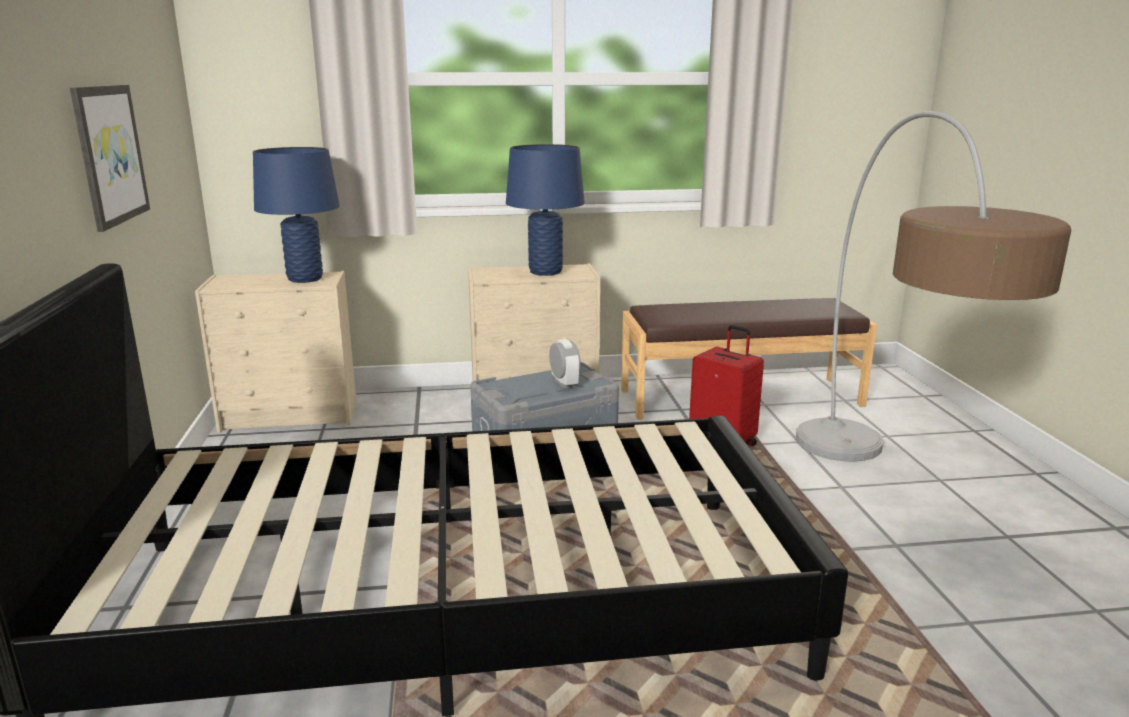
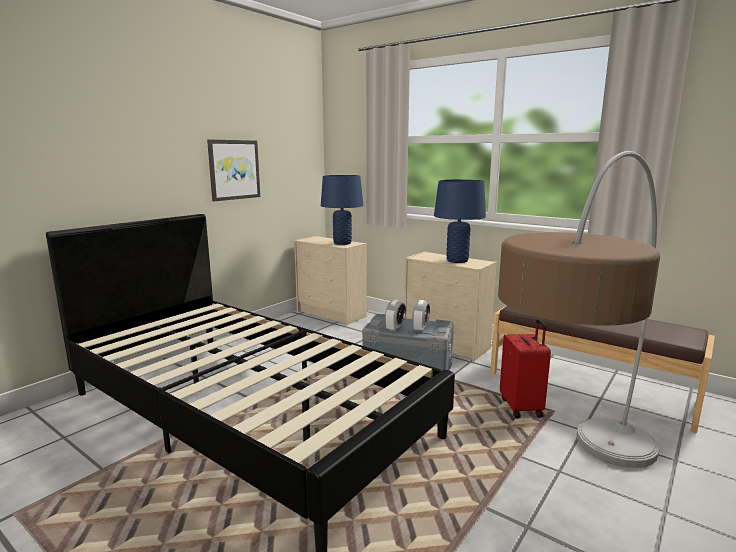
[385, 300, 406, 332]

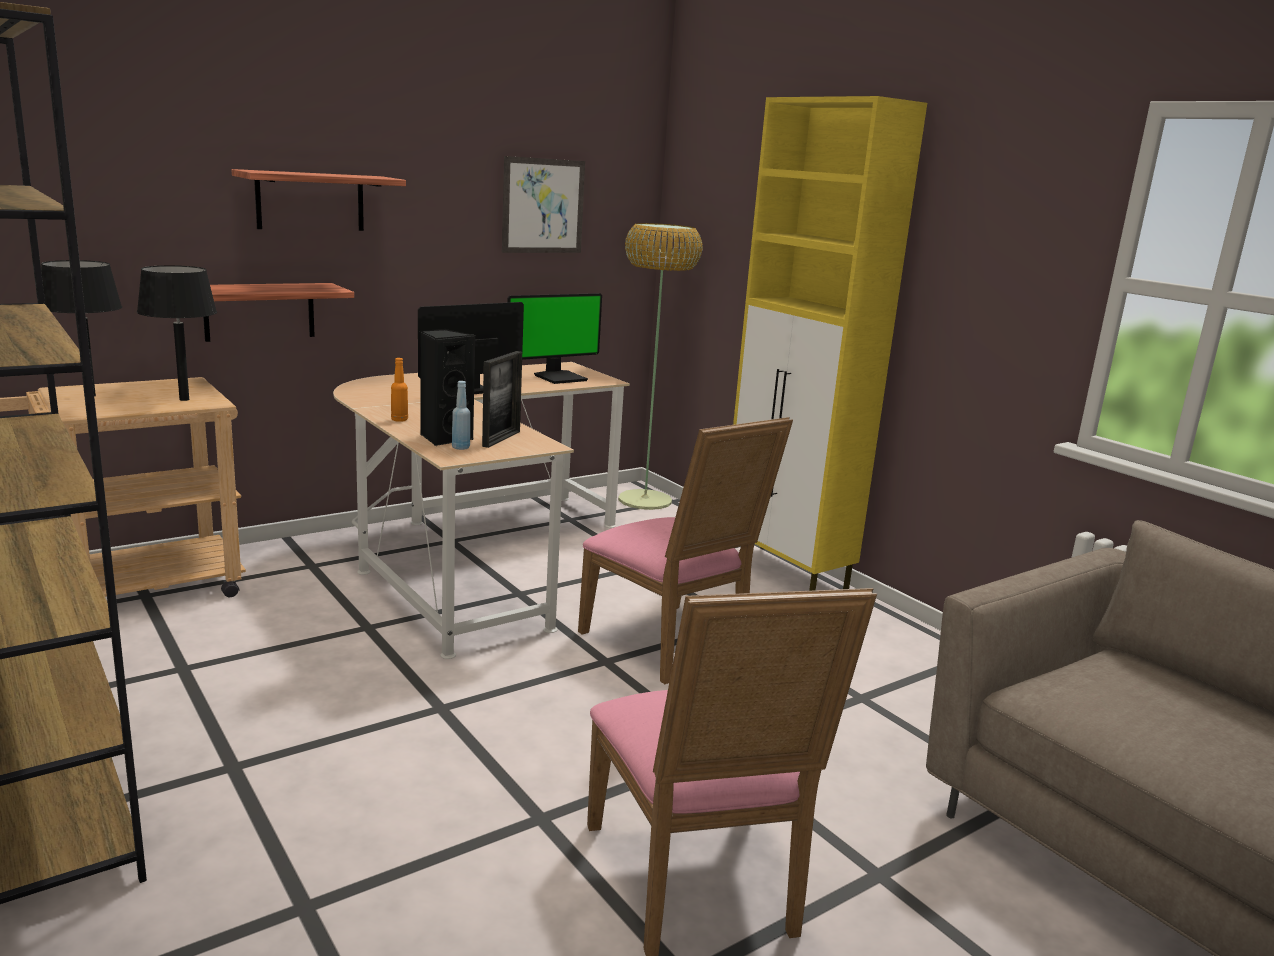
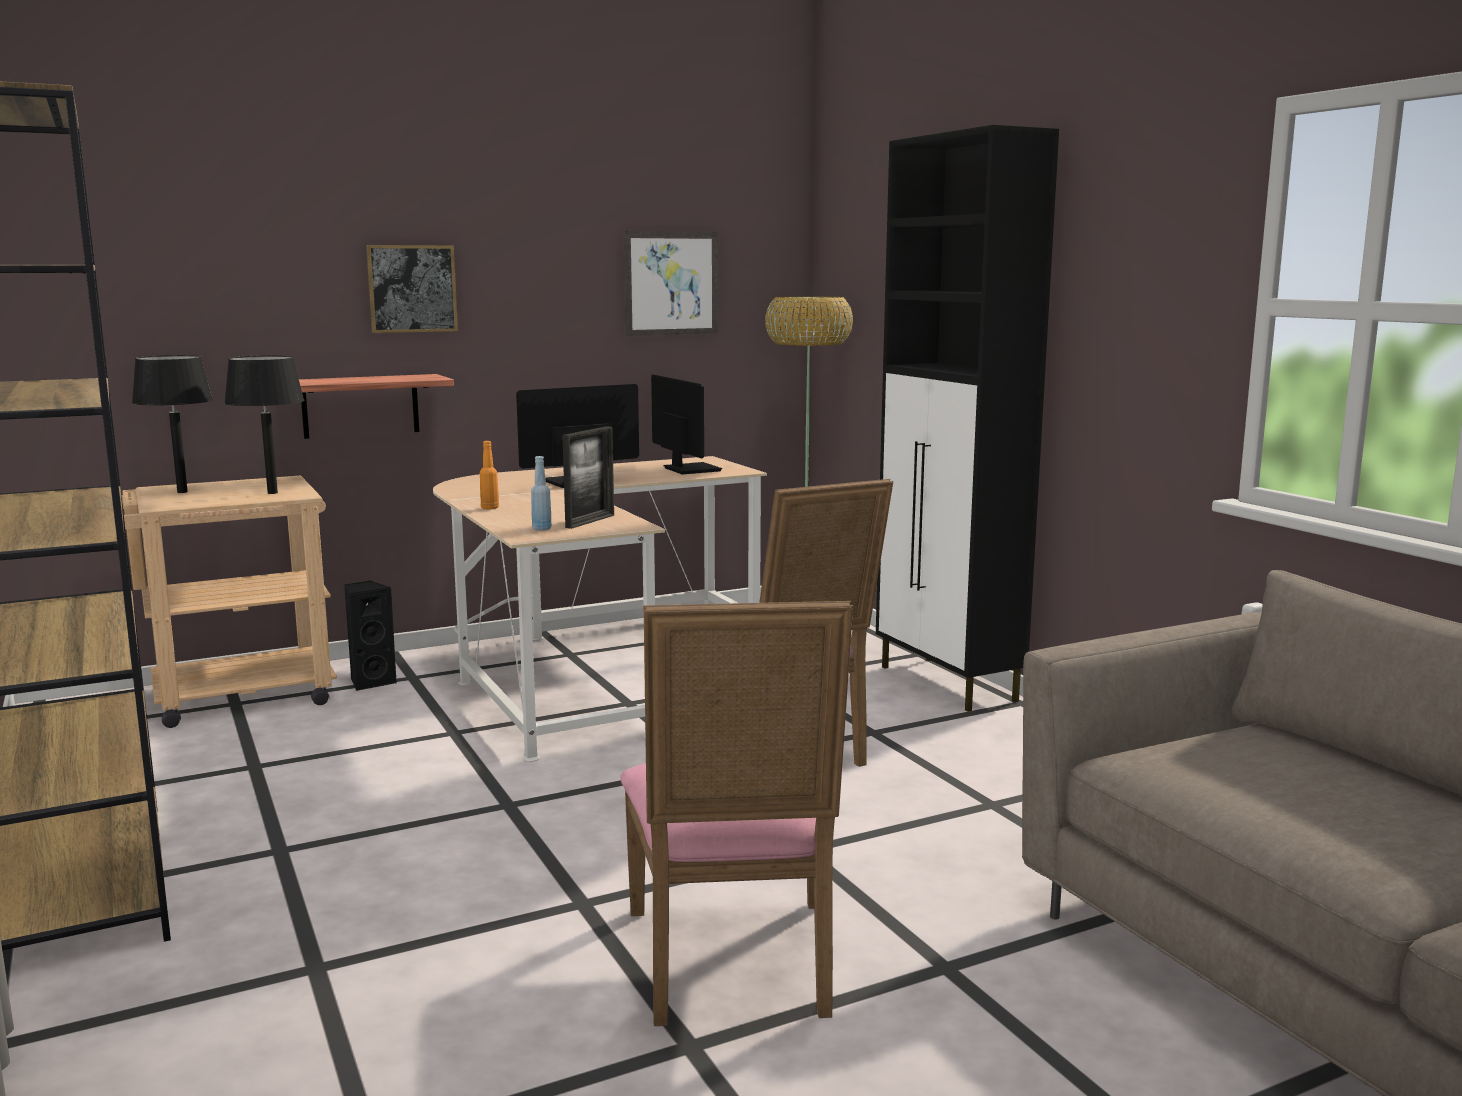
[876, 125, 1059, 712]
[366, 245, 458, 333]
[651, 374, 722, 475]
[344, 581, 397, 691]

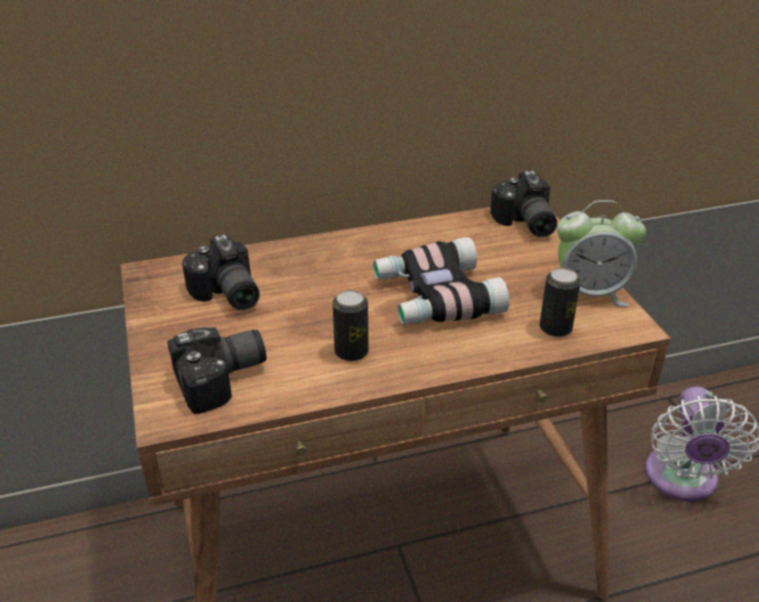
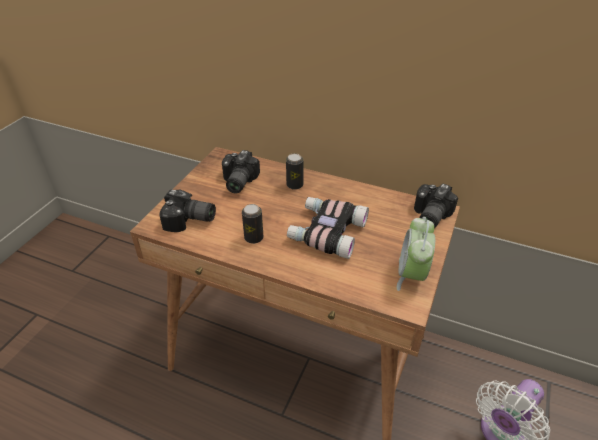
[397, 217, 435, 291]
[286, 153, 304, 190]

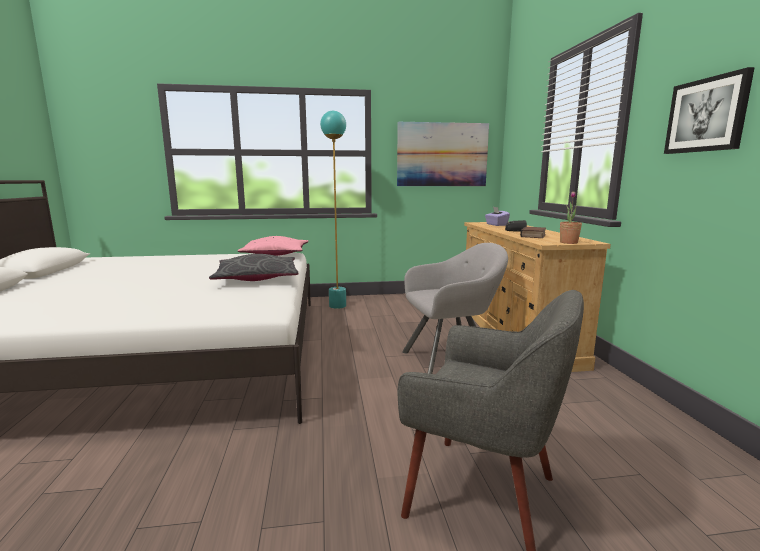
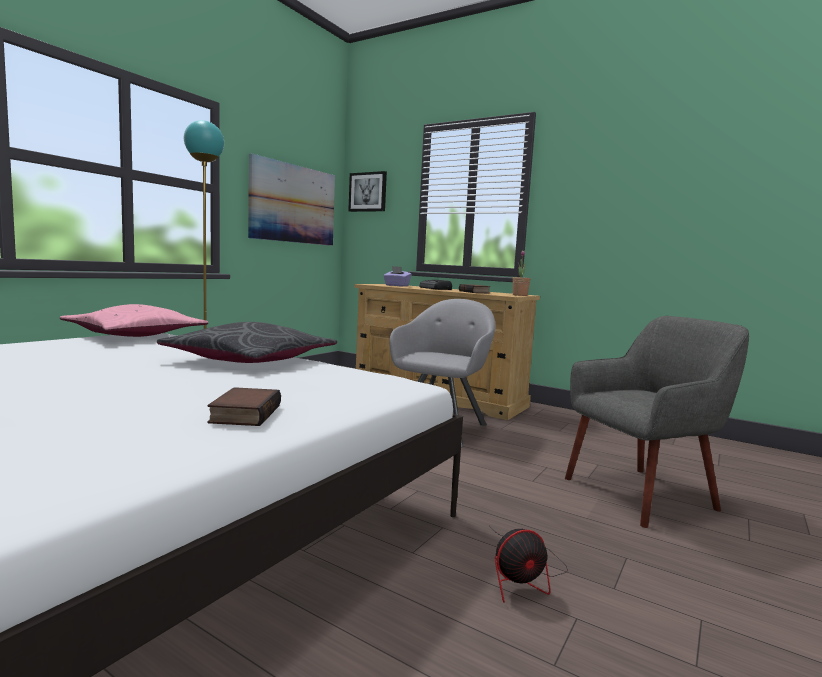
[348, 171, 387, 212]
[207, 387, 281, 426]
[491, 528, 568, 603]

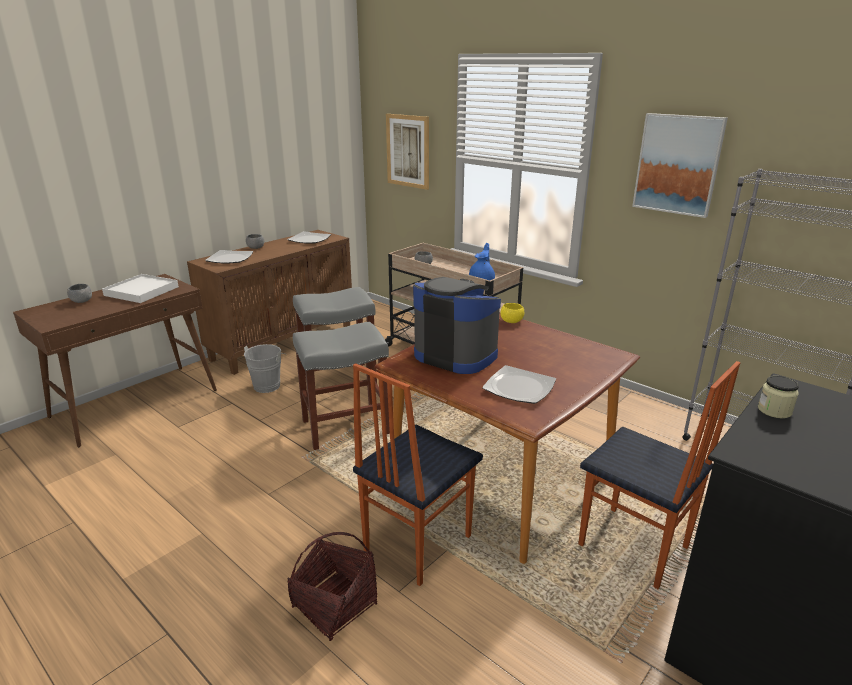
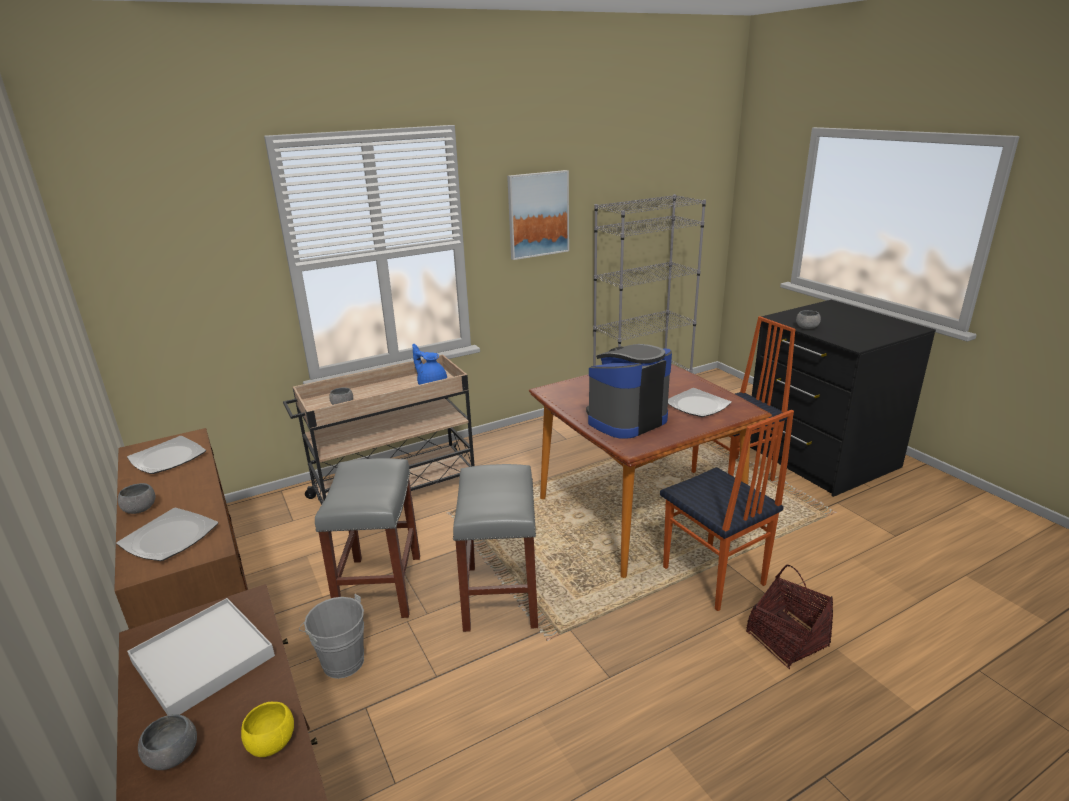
[386, 114, 429, 190] (first image)
[241, 702, 294, 757]
[796, 310, 821, 329]

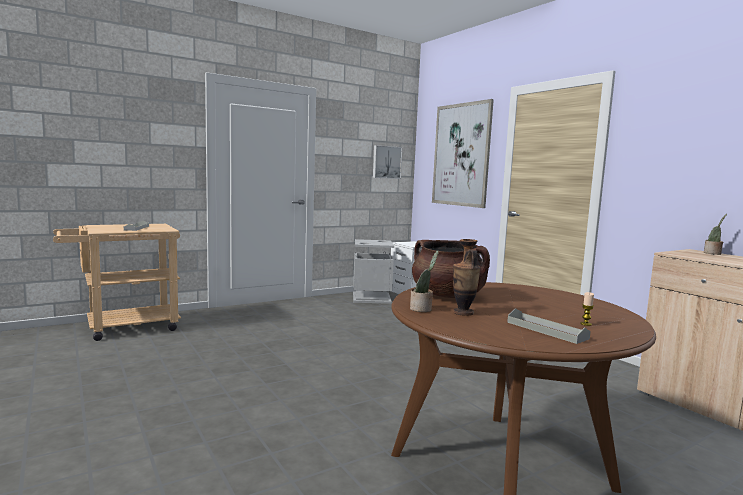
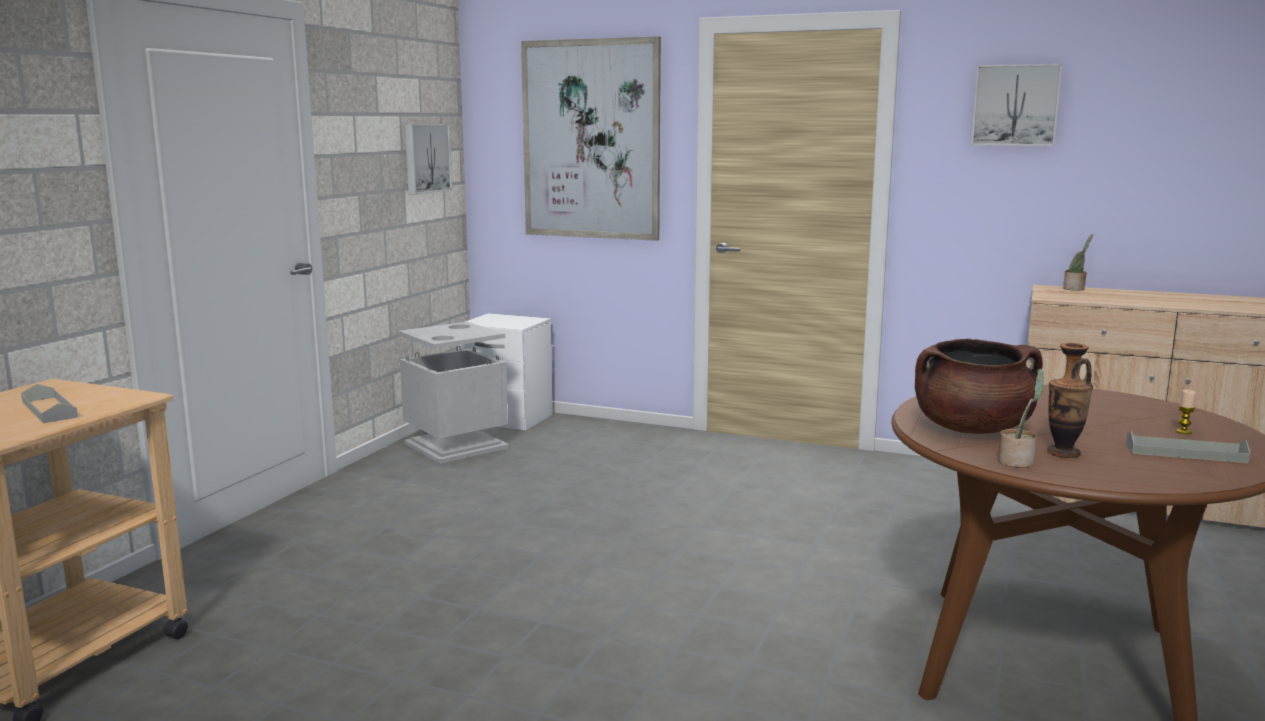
[971, 64, 1062, 146]

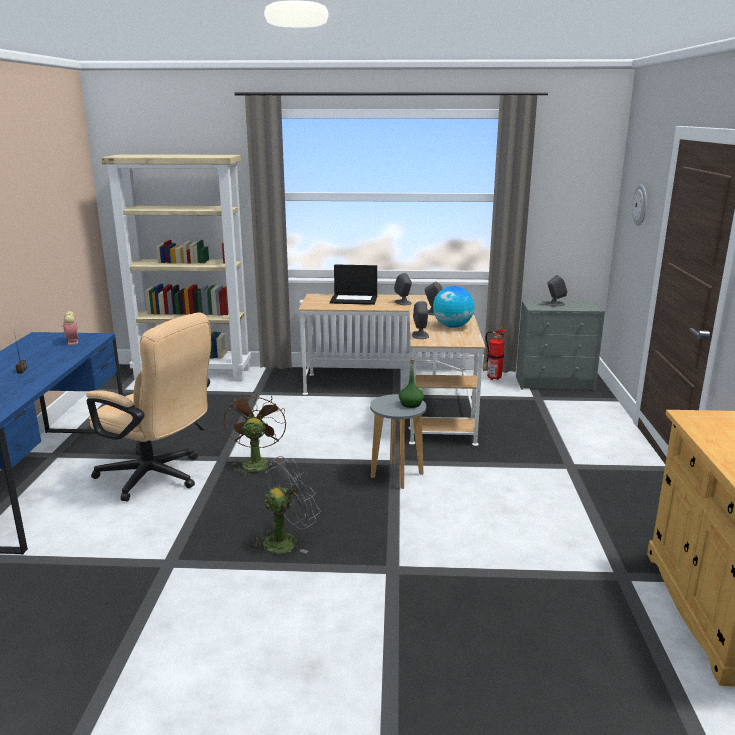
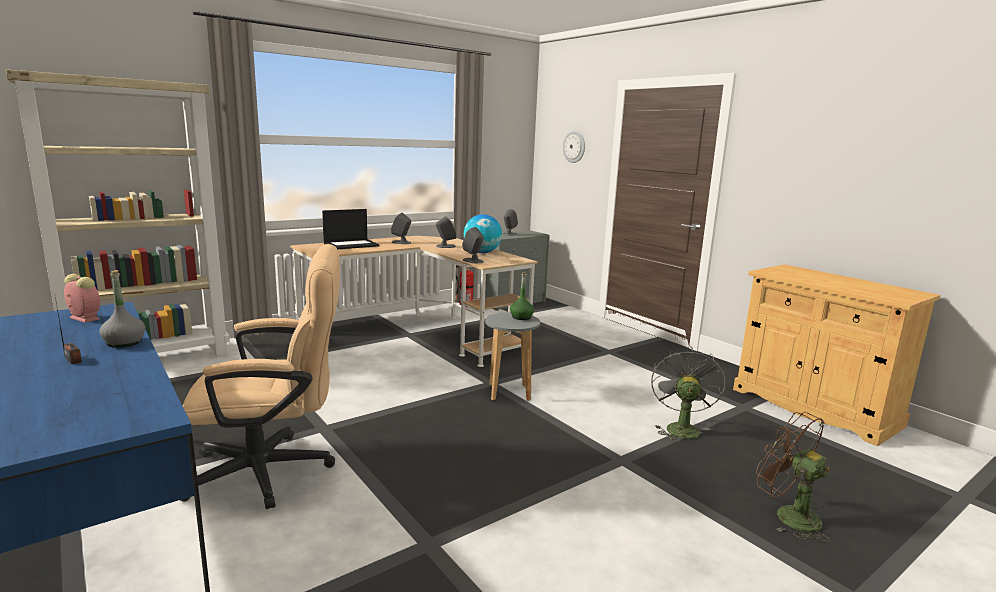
[756, 412, 830, 542]
[651, 346, 726, 443]
[99, 270, 145, 348]

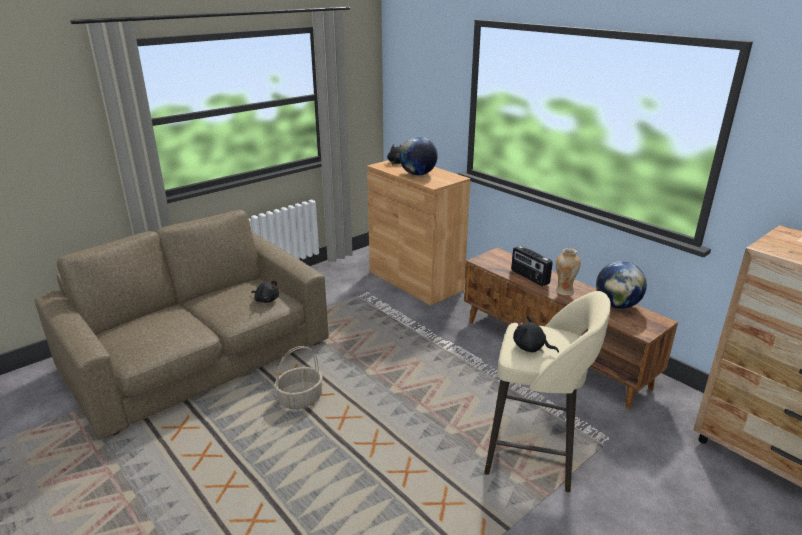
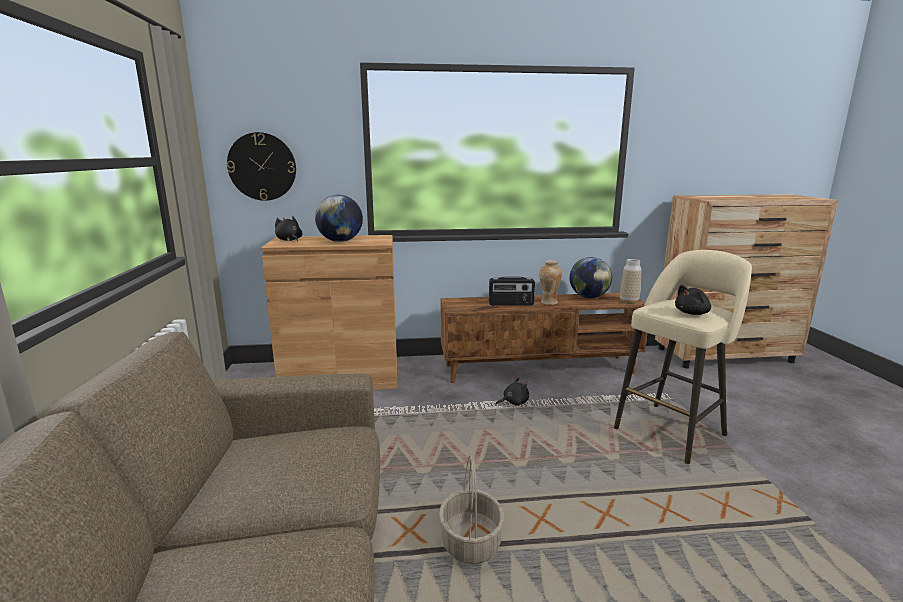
[496, 378, 529, 406]
[227, 132, 296, 201]
[620, 259, 641, 304]

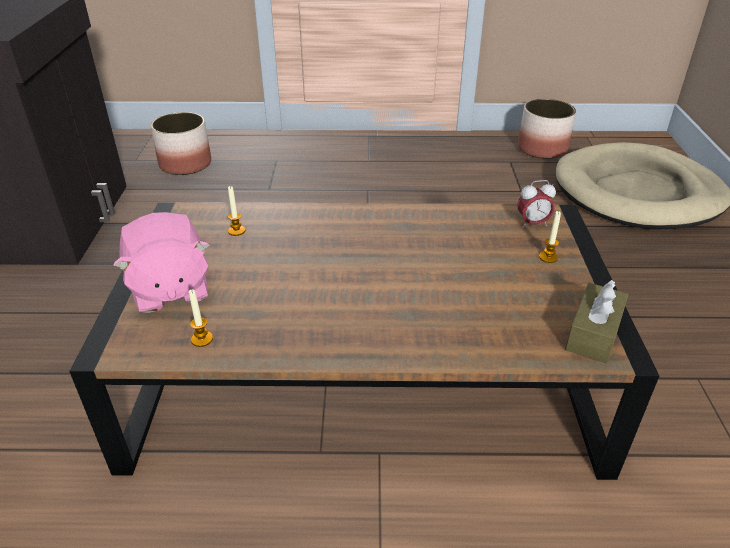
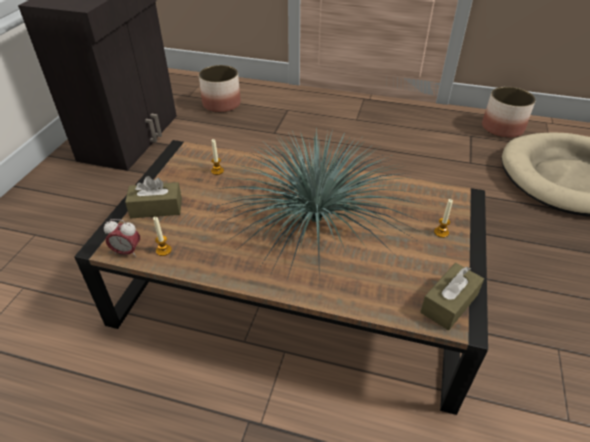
[104, 219, 140, 257]
[125, 176, 182, 218]
[207, 129, 425, 281]

